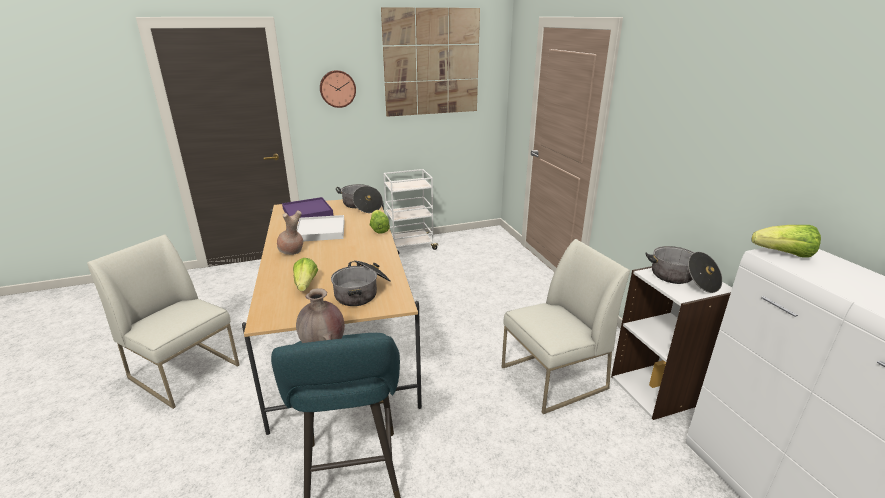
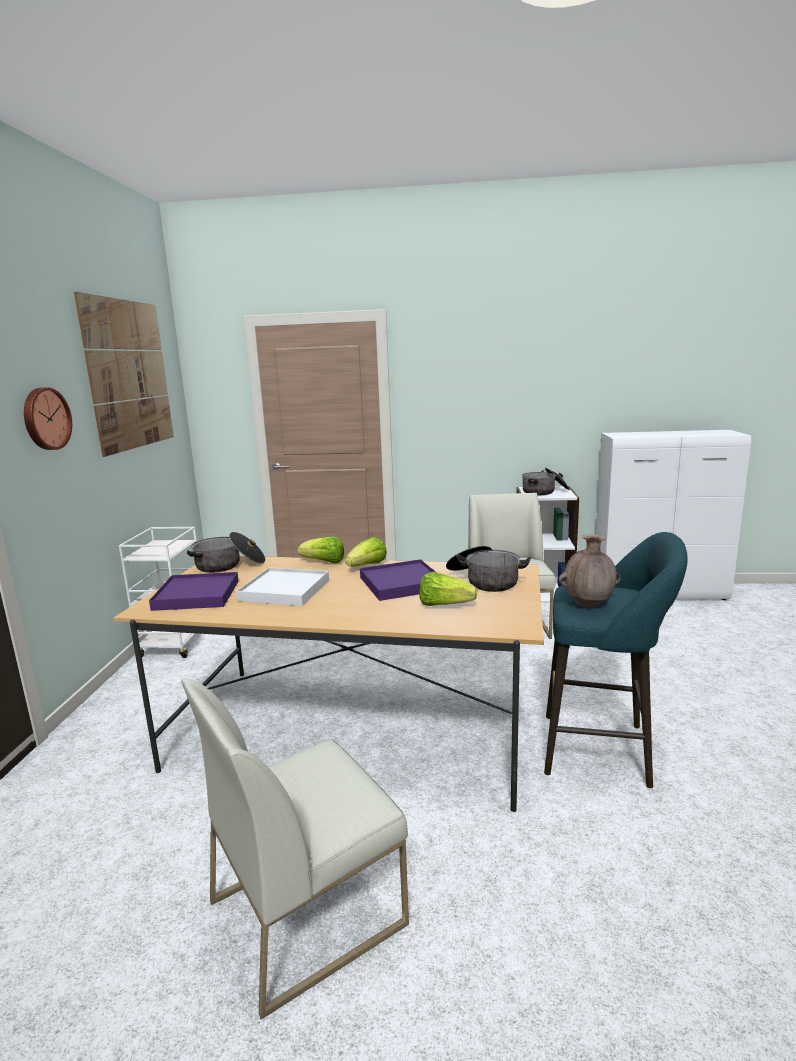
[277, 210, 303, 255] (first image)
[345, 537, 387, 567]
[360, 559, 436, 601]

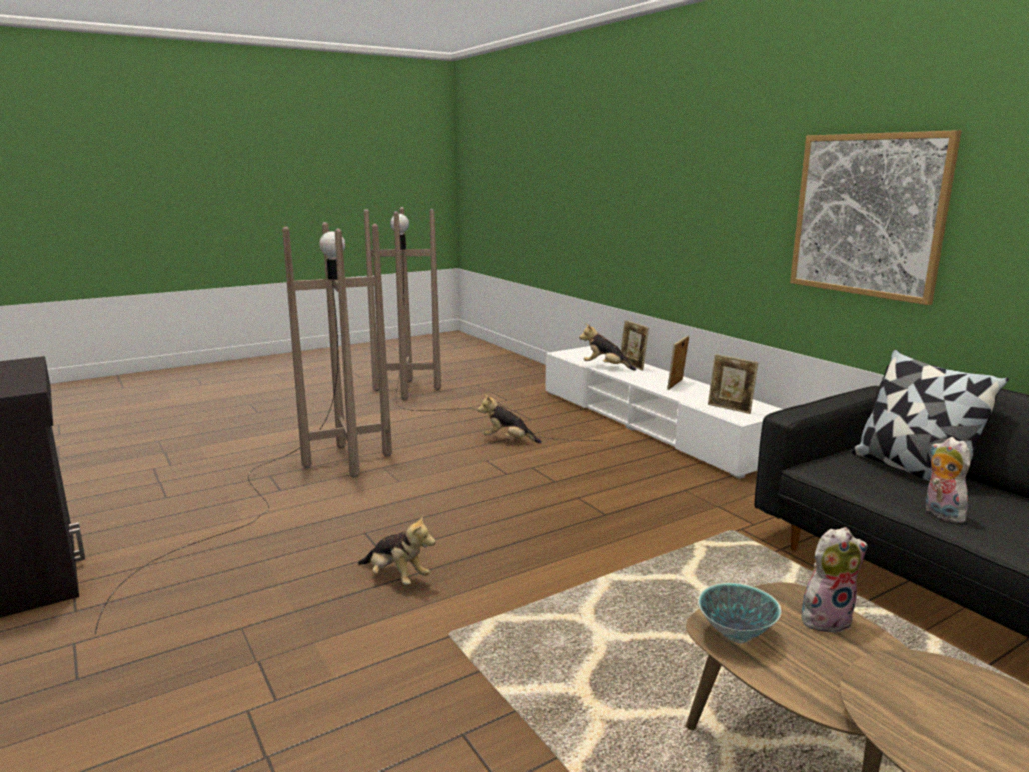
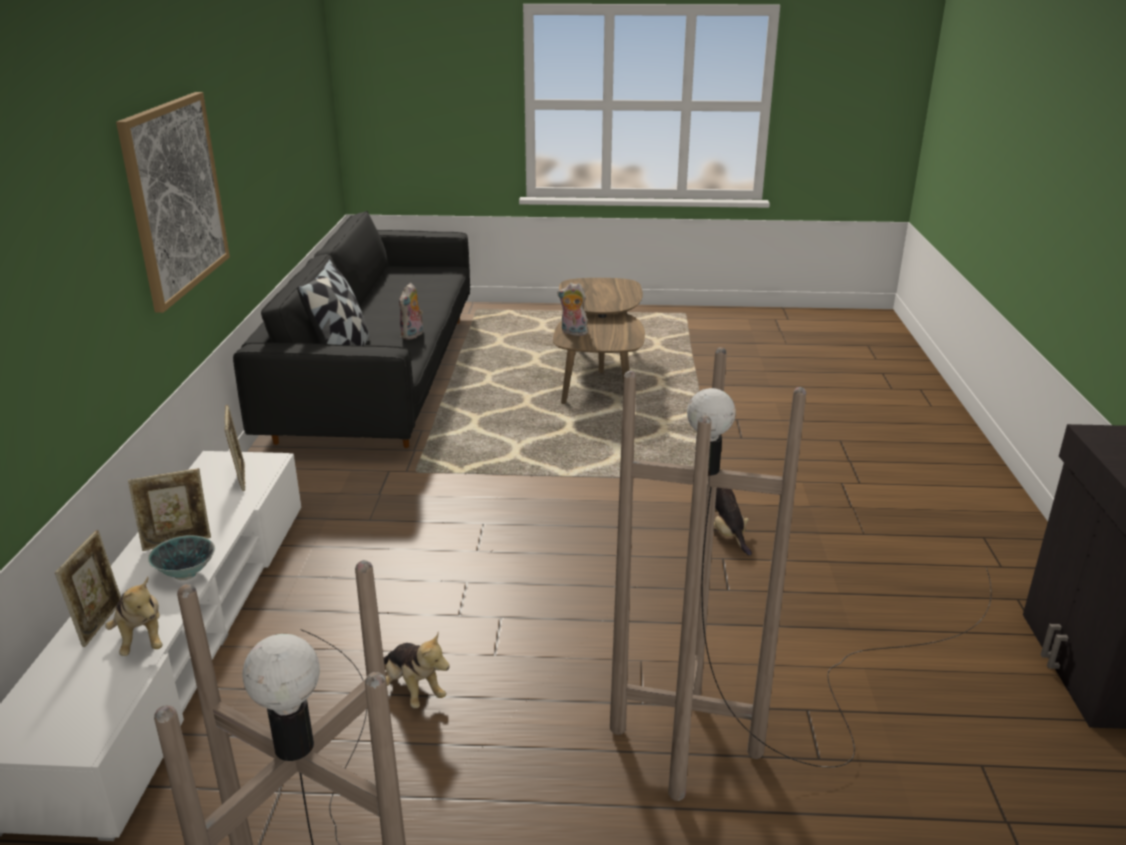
[148, 535, 215, 580]

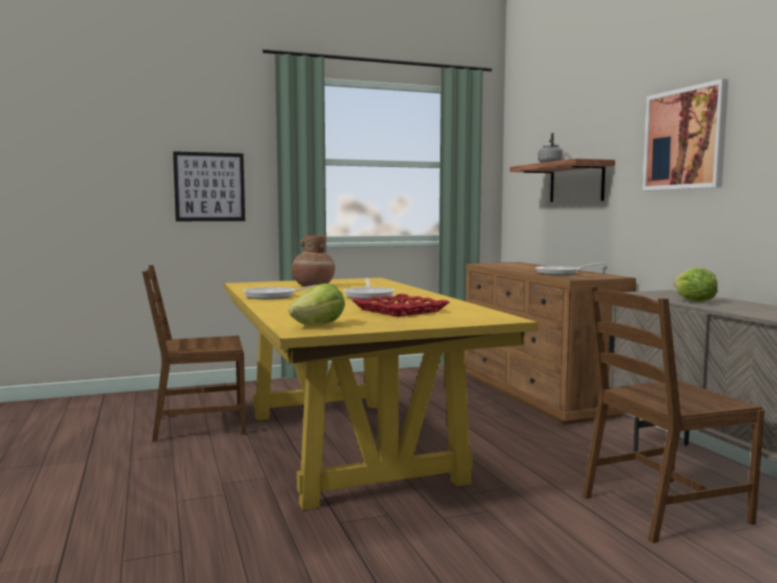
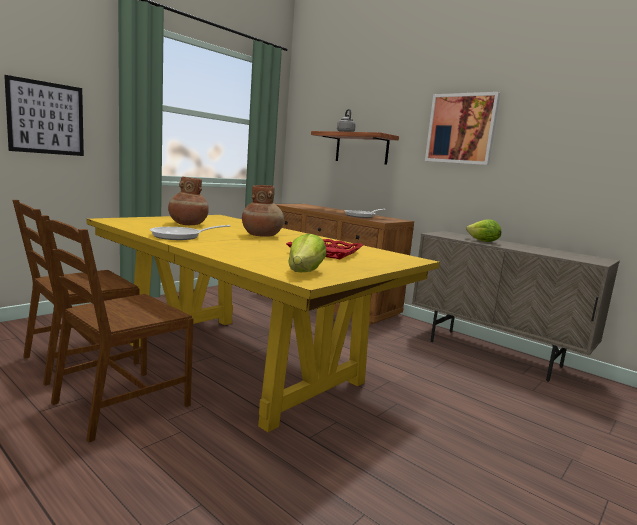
[242, 185, 284, 237]
[40, 215, 194, 443]

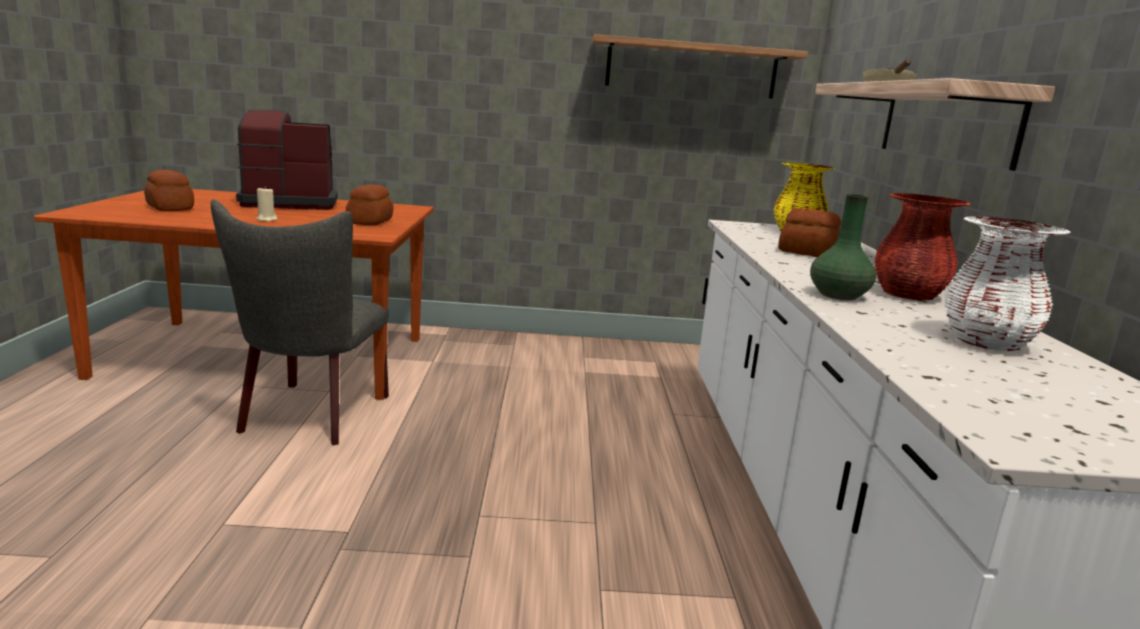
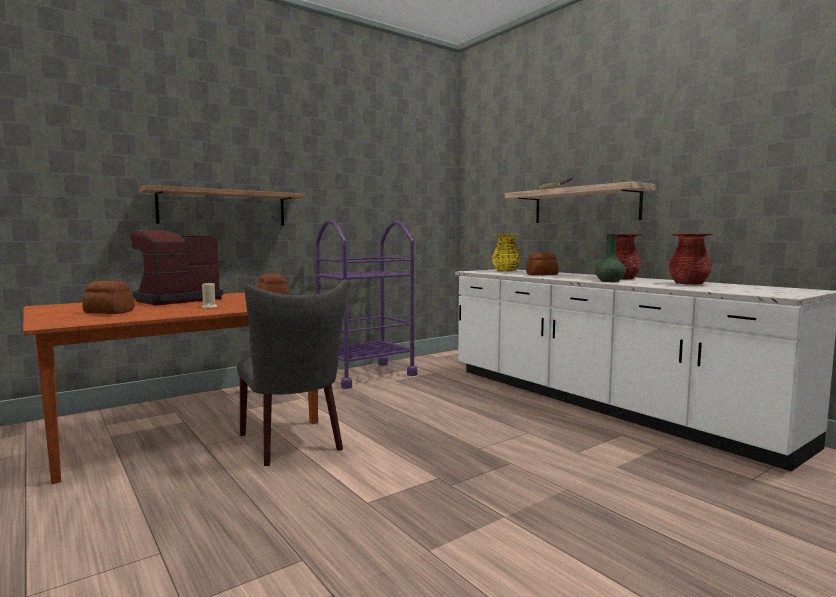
[140, 185, 305, 225]
[669, 234, 712, 284]
[316, 220, 417, 389]

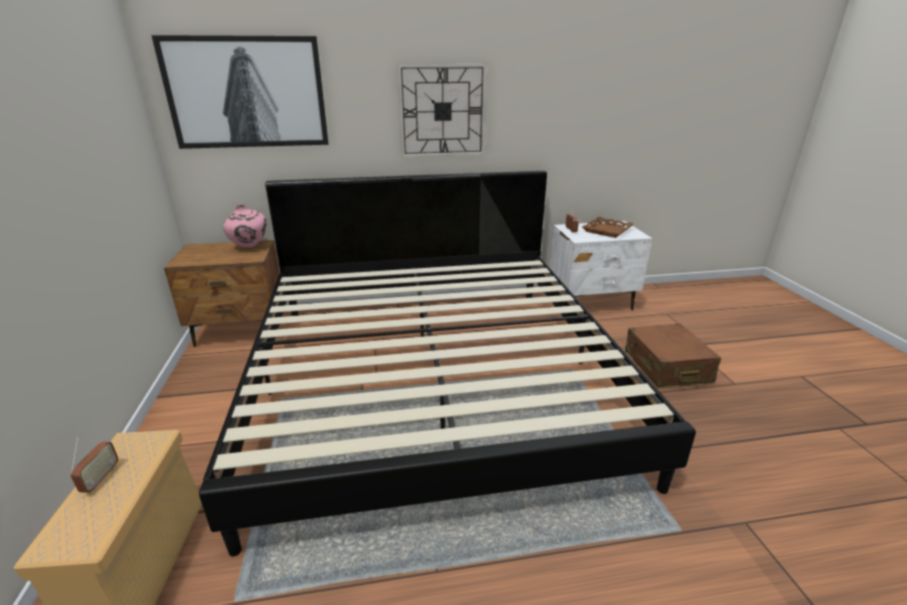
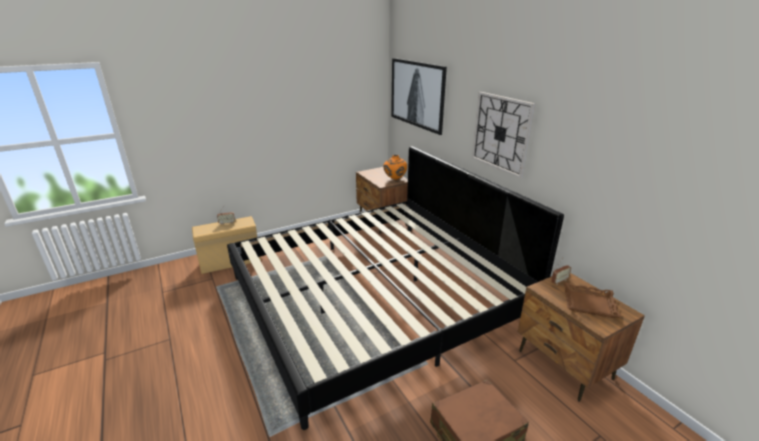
[383, 155, 407, 180]
[518, 273, 645, 402]

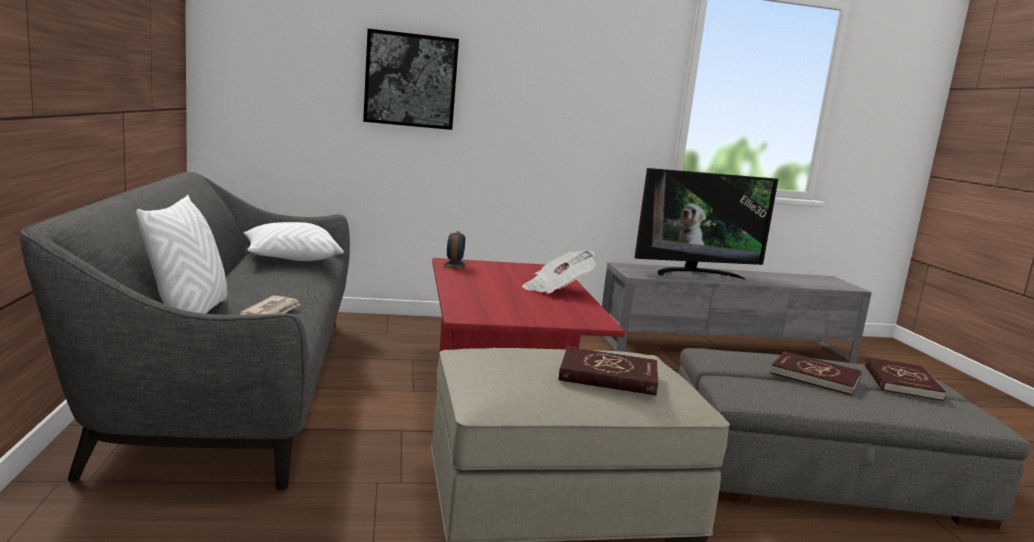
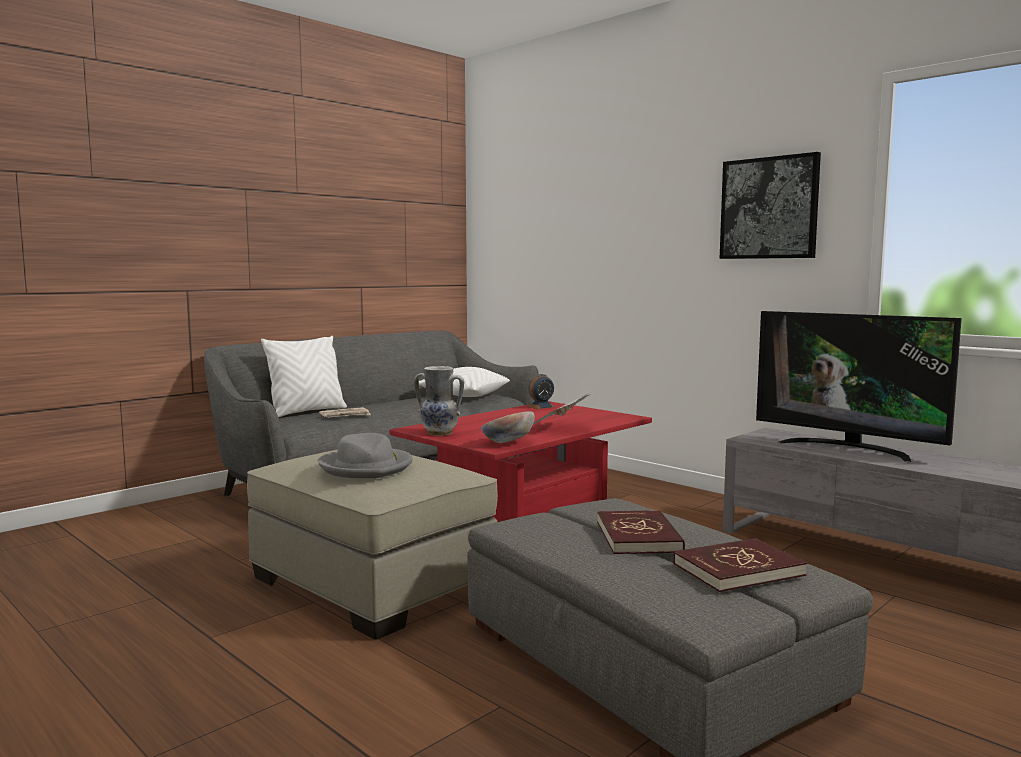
[720, 152, 821, 259]
[318, 433, 413, 478]
[414, 366, 464, 436]
[481, 411, 535, 443]

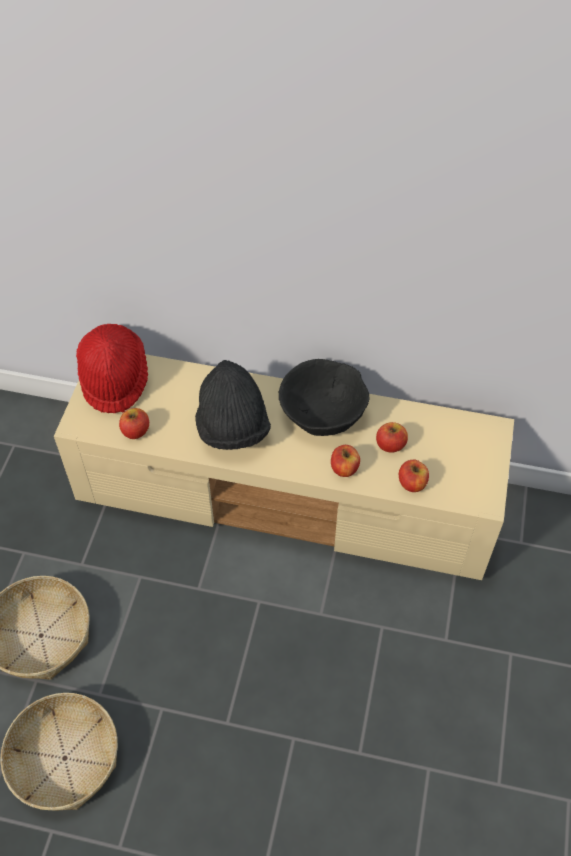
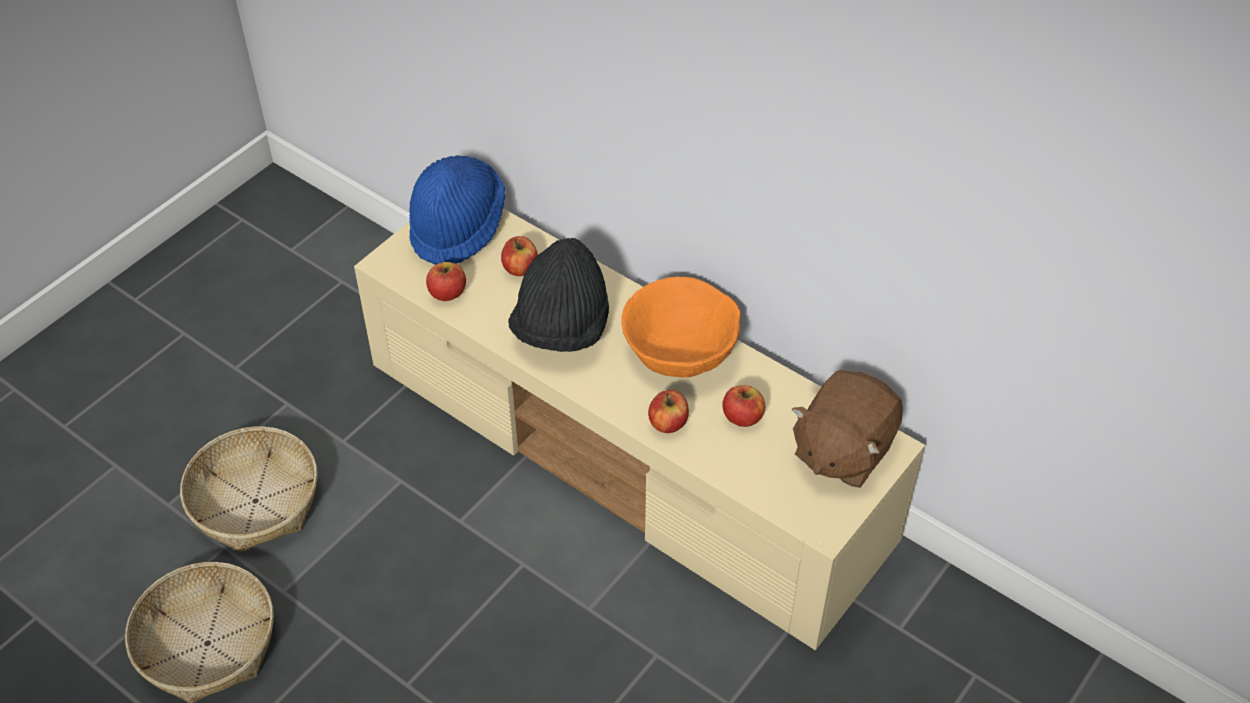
[409, 155, 505, 265]
[621, 277, 741, 378]
[501, 236, 538, 276]
[792, 370, 903, 488]

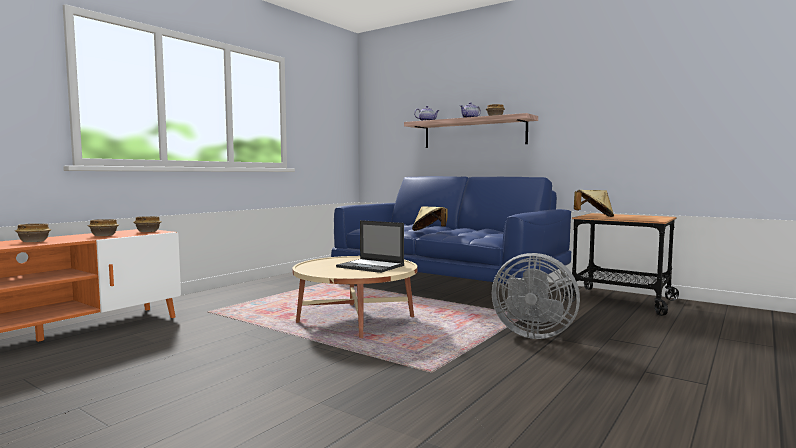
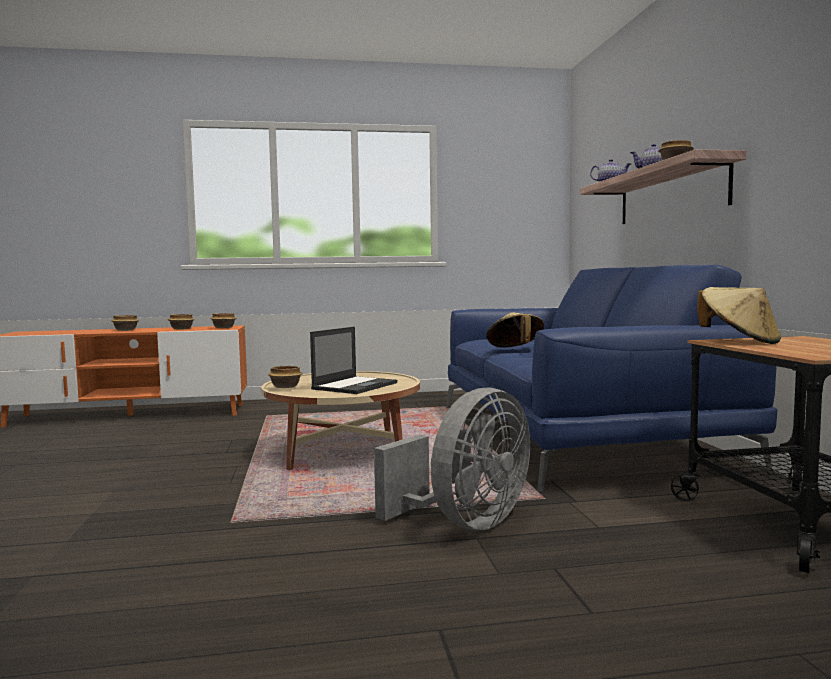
[310, 327, 397, 394]
[374, 388, 530, 530]
[268, 366, 303, 388]

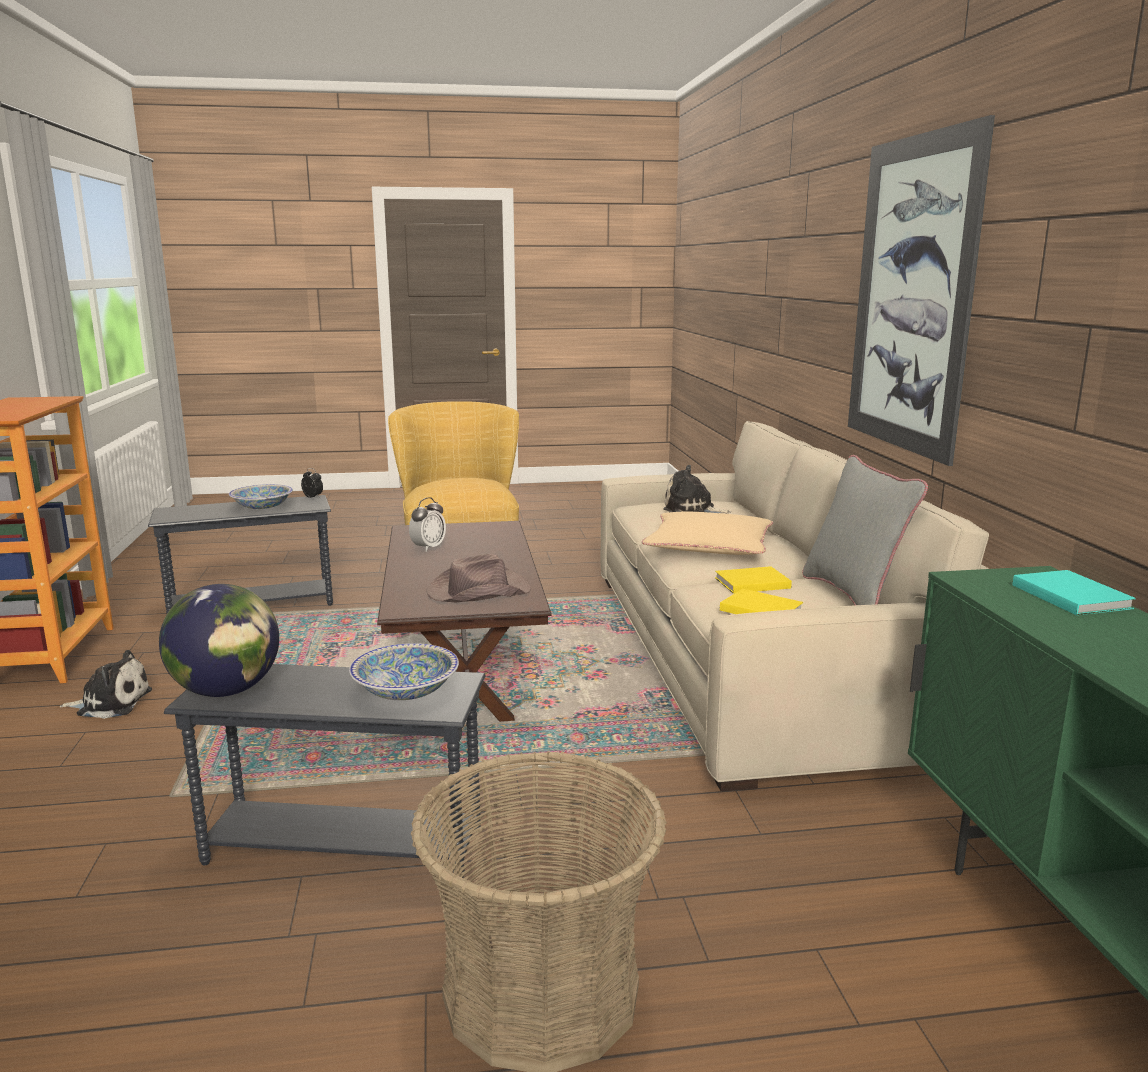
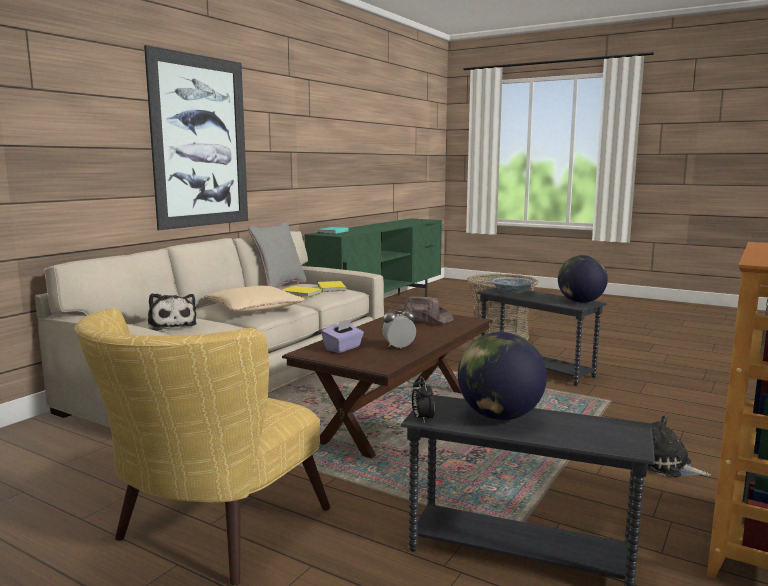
[458, 332, 547, 420]
[321, 319, 364, 353]

